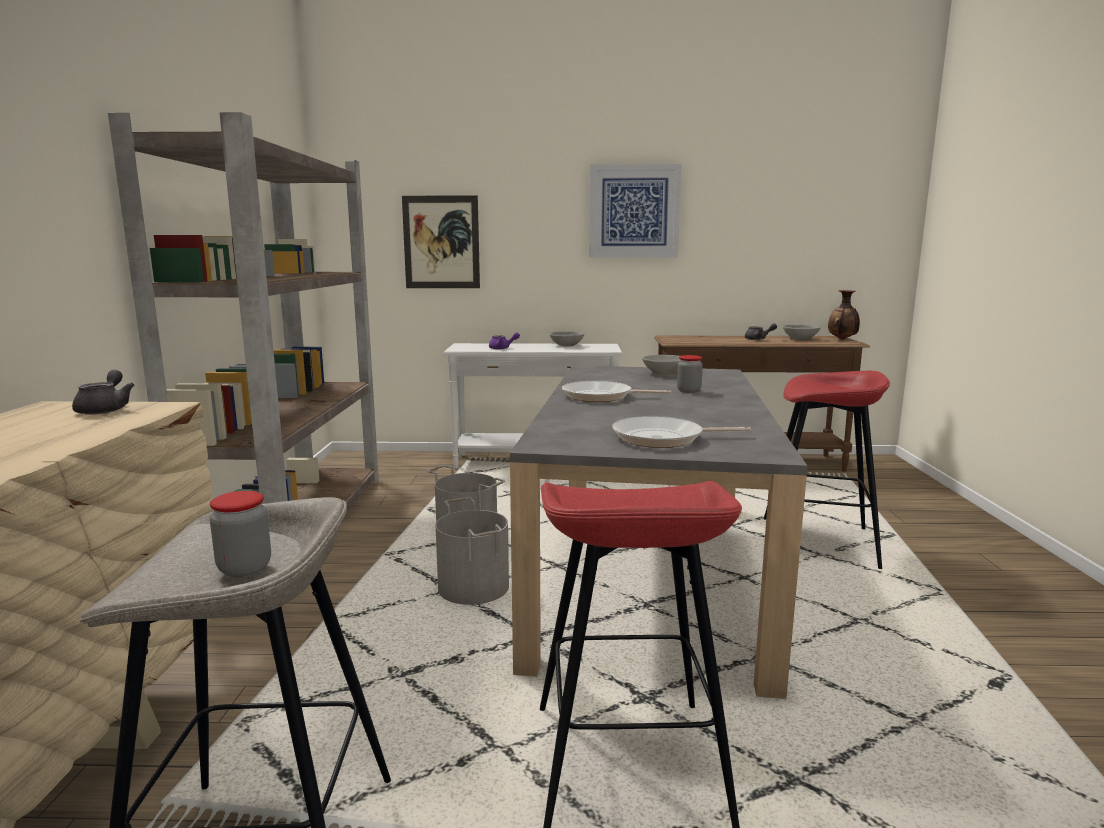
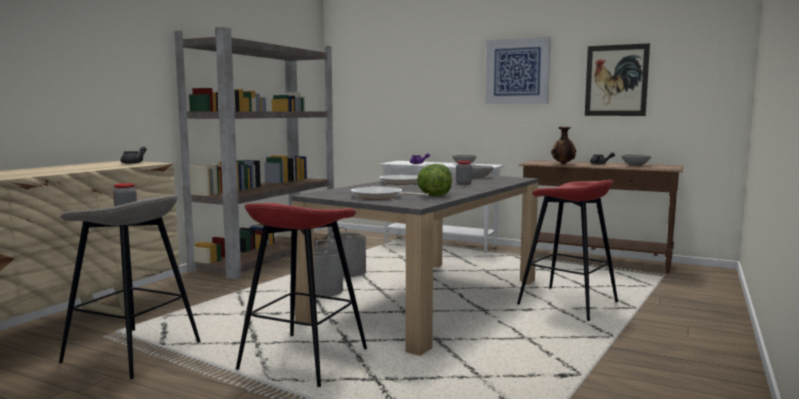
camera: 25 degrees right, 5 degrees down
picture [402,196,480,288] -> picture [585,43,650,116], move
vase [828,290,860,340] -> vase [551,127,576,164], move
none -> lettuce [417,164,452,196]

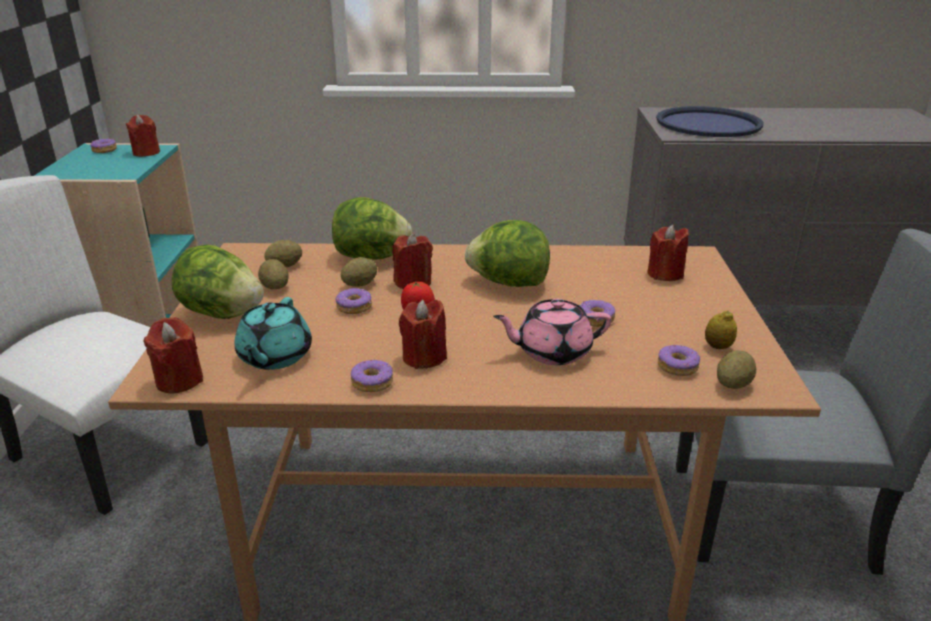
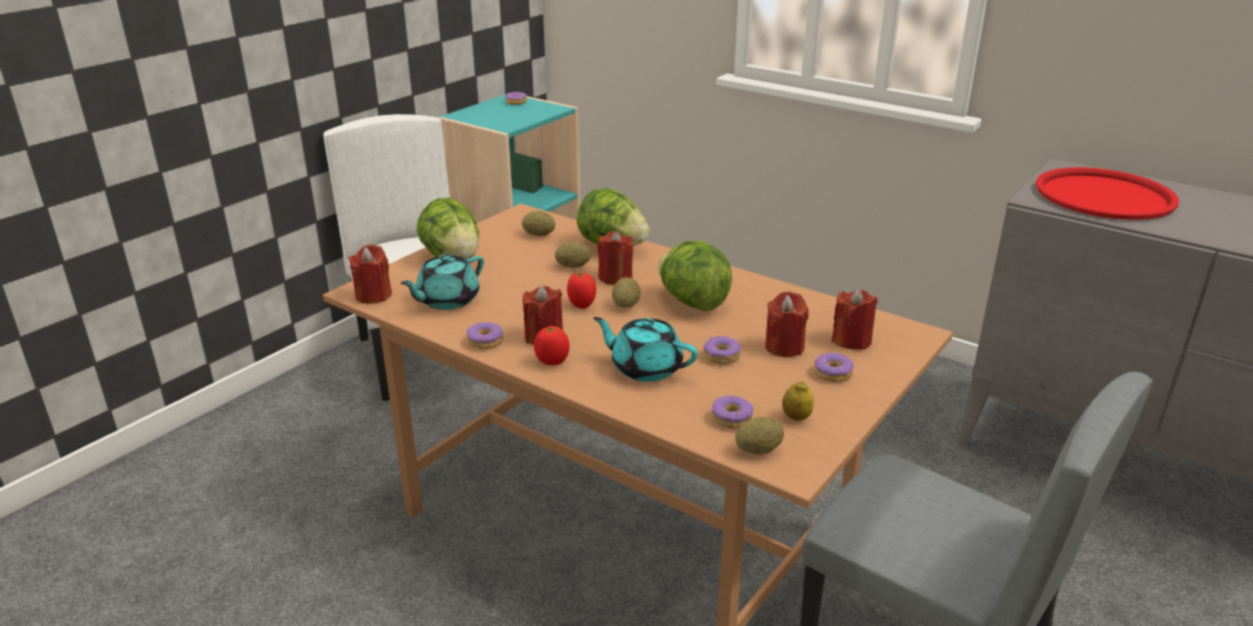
camera: 35 degrees right, 0 degrees up
tray/blue [656,106,764,137] -> tray/red [1036,167,1179,220]
candle/red [126,115,160,157] -> candle/red [765,291,809,357], move
potato [258,259,288,289] -> potato [612,277,641,308], move
donut [336,288,372,314] -> donut [814,353,854,382], move
teapot/pink [493,299,611,365] -> teapot/turquoise [593,317,698,382]
none -> tomato [534,326,570,365]

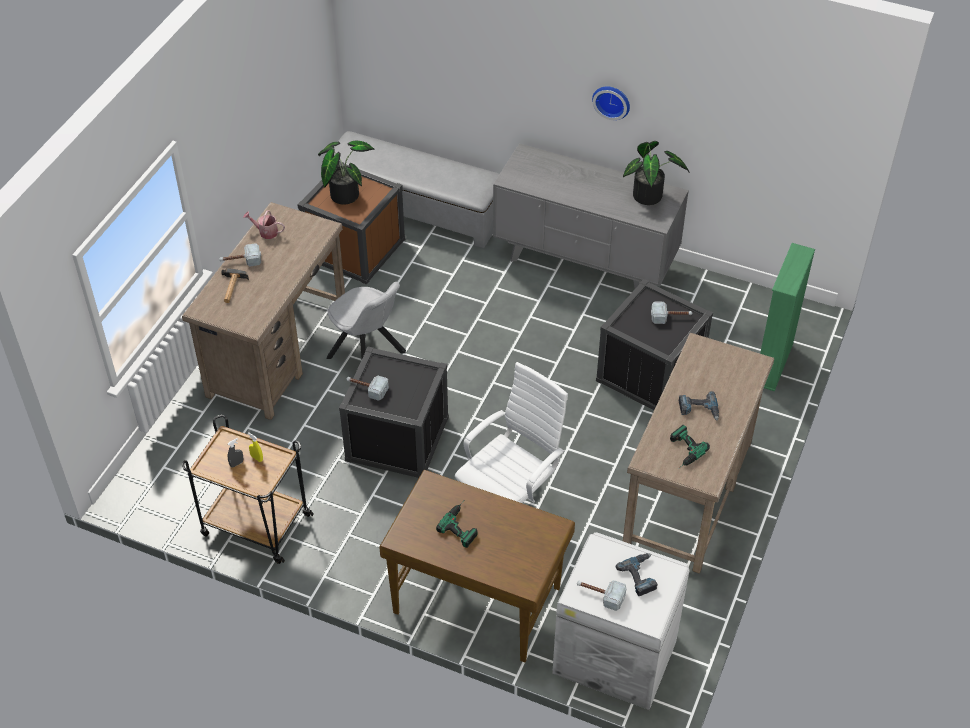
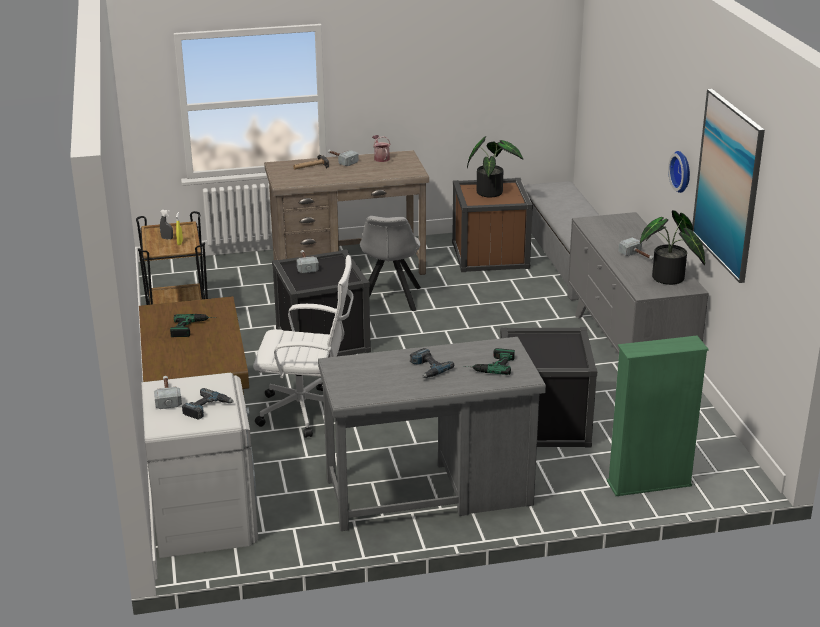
camera: 55 degrees right, 20 degrees down
hammer [651,302,692,324] -> hammer [618,237,654,260], move
desk/brown [623,333,774,573] -> desk/grey [318,337,546,531]
power drill [670,425,710,469] -> power drill [464,348,515,375], move
none -> picture [692,89,765,283]

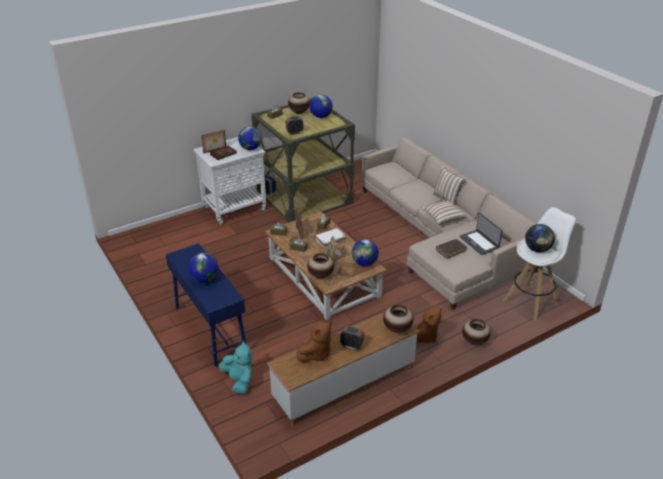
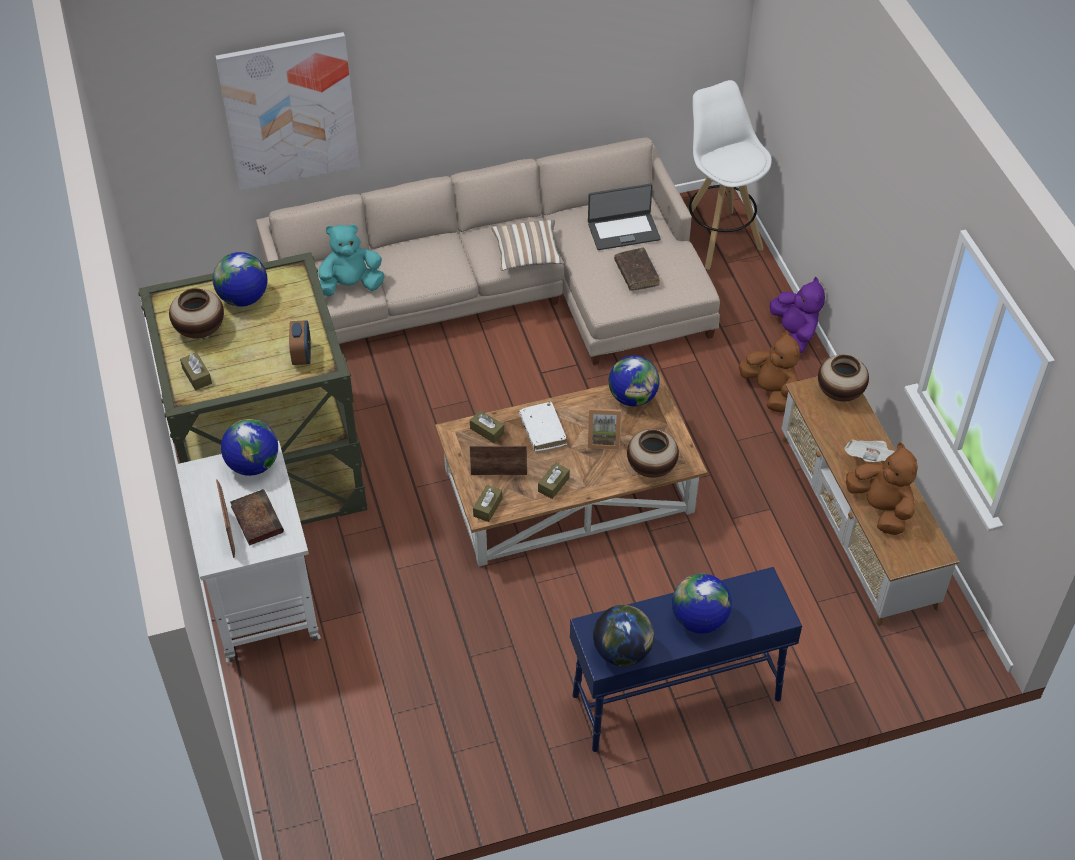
camera: 75 degrees left, 15 degrees up
pillow [433,166,466,206] -> none
globe [525,224,555,252] -> globe [593,605,654,666], move
vase [462,319,491,345] -> plush toy/purple [770,277,825,353]
alarm clock [340,326,364,350] -> newspaper [844,440,895,462]
plush toy/turquoise [219,341,252,394] -> plush toy/turquoise [318,224,385,296], move
none -> picture [216,32,359,191]

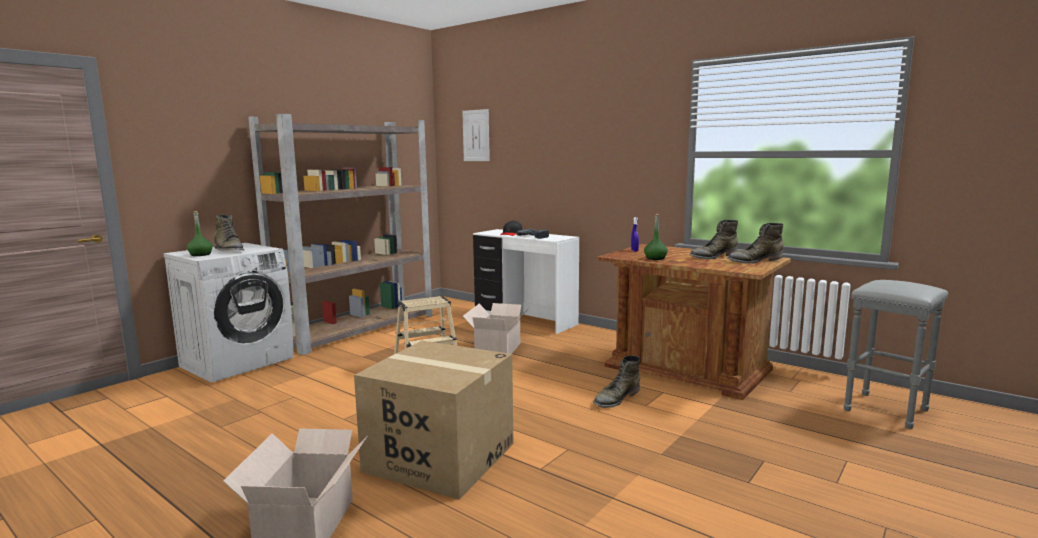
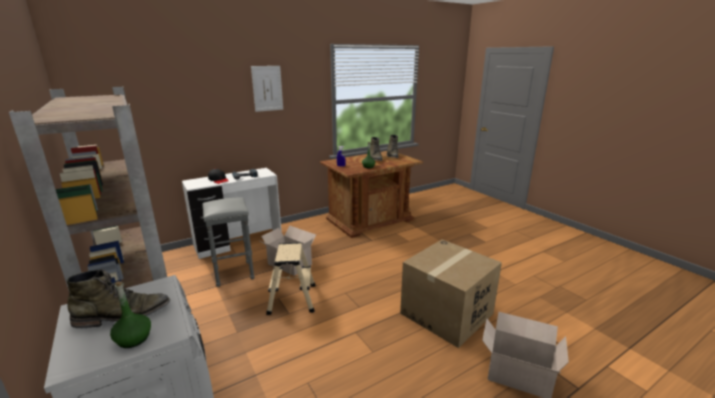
camera: 70 degrees left, 10 degrees up
picture [462,109,490,161] -> picture [251,66,283,112], move
stool/grey [844,280,948,429] -> stool/grey [202,197,255,287], move
boot/green [593,355,640,408] -> none

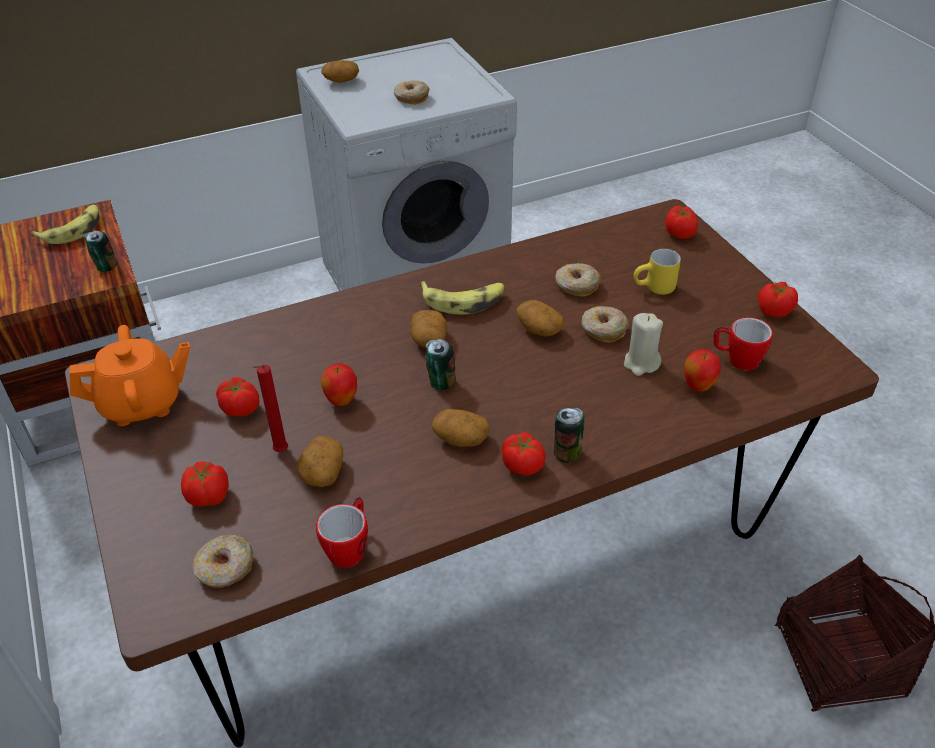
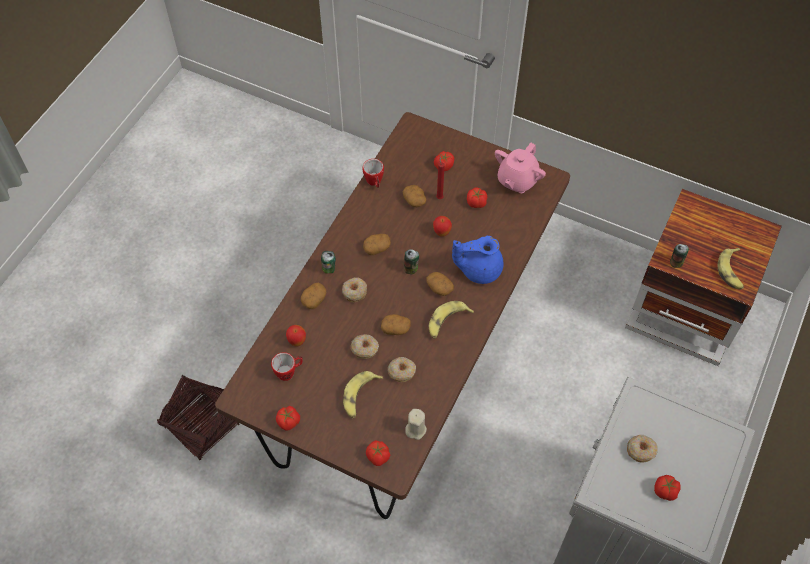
camera: 140 degrees right, 15 degrees up
potato [321,60,359,83] -> potato [301,283,327,309], move
mug/yellow [634,249,681,295] -> banana [343,371,383,418]
candle/beige [624,313,663,376] -> candle/beige [405,409,427,440], move
teapot/orange [70,325,190,426] -> teapot/pink [495,142,546,193]
tomato [501,432,546,475] -> tomato [654,475,681,501], move
donut [193,535,254,588] -> donut [342,278,367,302], move
none -> teapot/blue [452,236,504,284]

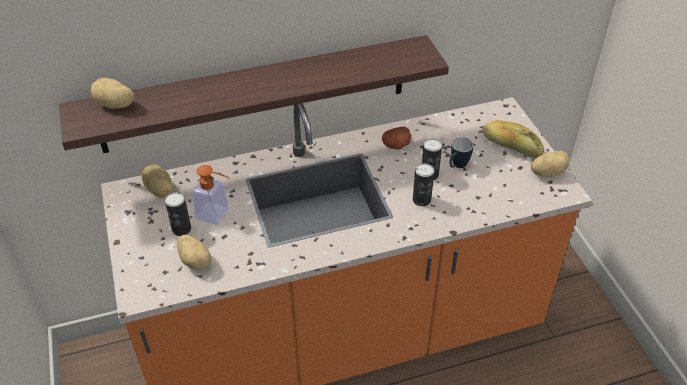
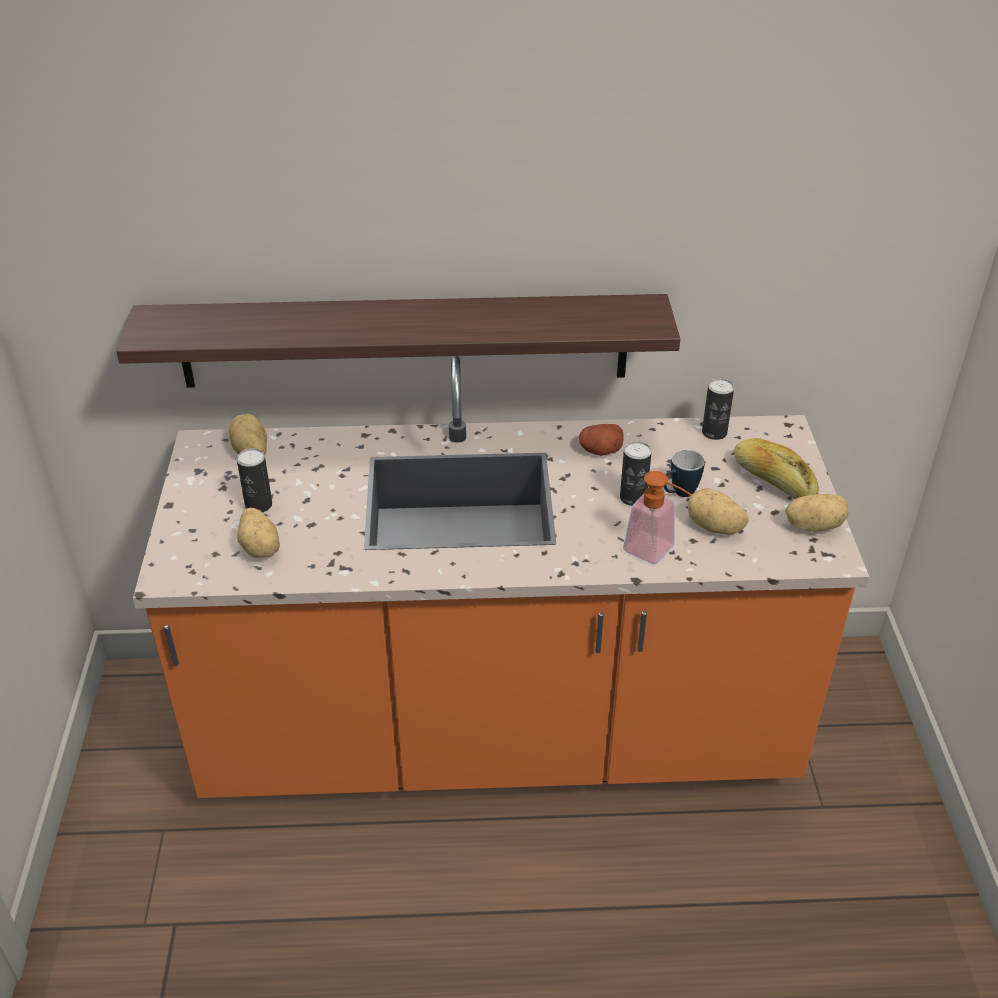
camera: 15 degrees right, 5 degrees down
potato [91,78,135,109] -> potato [688,488,749,535], move
can [413,163,434,206] -> can [702,378,734,440], move
soap dispenser [193,165,229,225] -> soap dispenser [623,471,693,564], move

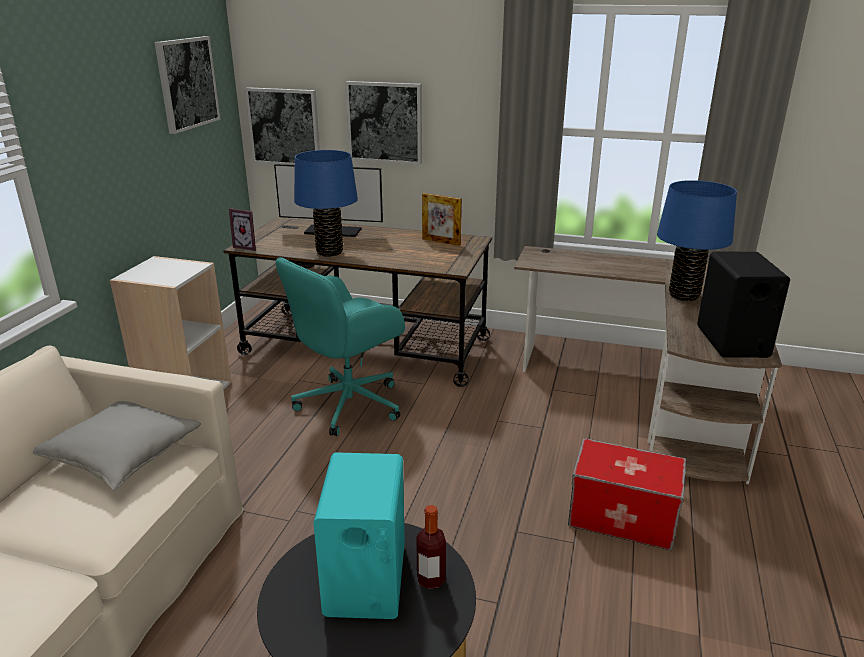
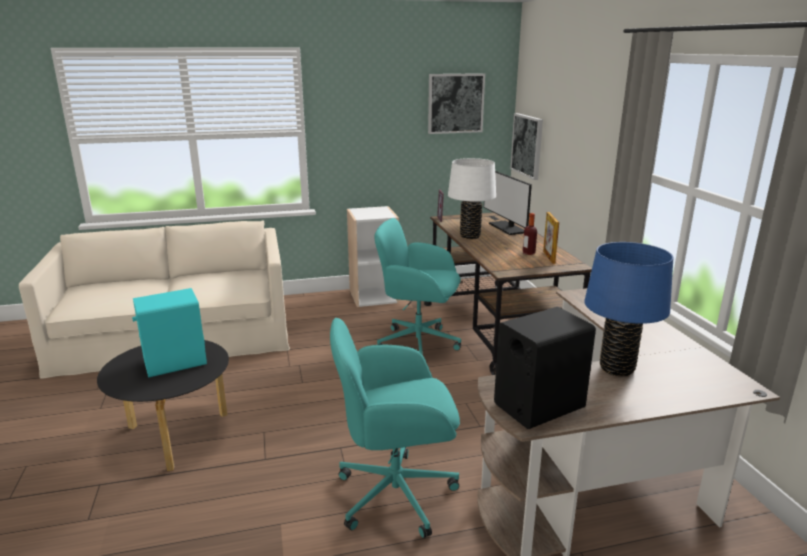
camera: 60 degrees right, 5 degrees down
picture [345,81,422,165] -> none
table lamp/blue [294,150,358,257] -> table lamp/white [448,158,496,239]
pillow/grey [33,401,201,491] -> none
storage box [568,438,686,550] -> office chair/turquoise [330,318,460,538]
bottle [416,505,446,589] -> bottle [523,213,537,255], move

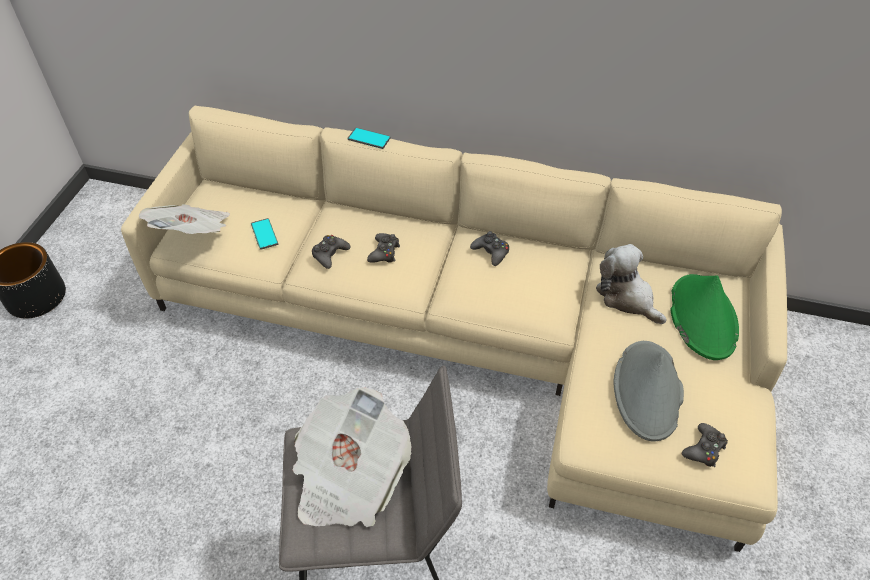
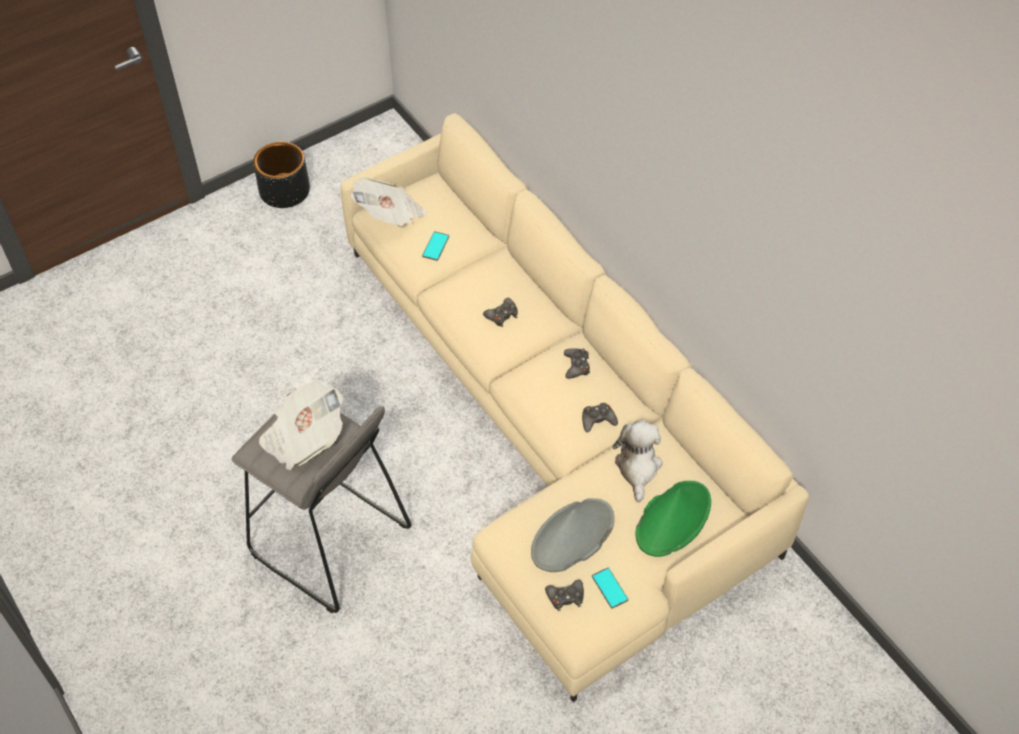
camera: 40 degrees right, 5 degrees up
phone [348,128,391,149] -> phone [592,568,628,609], move
game controller/black [312,235,351,269] -> game controller/black [582,403,618,432], move

